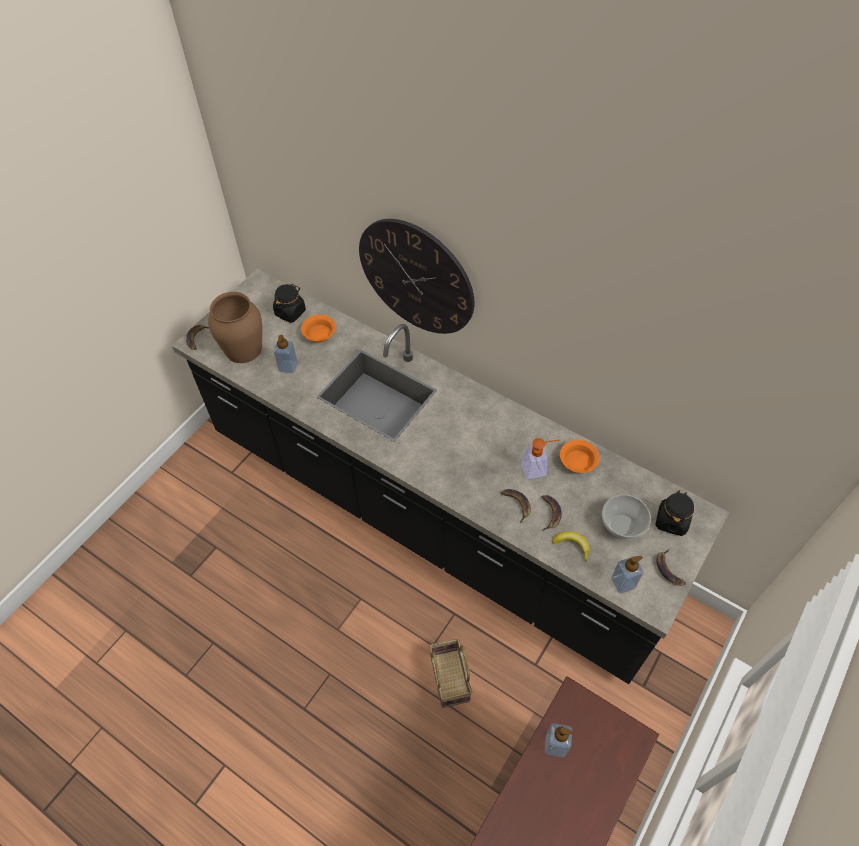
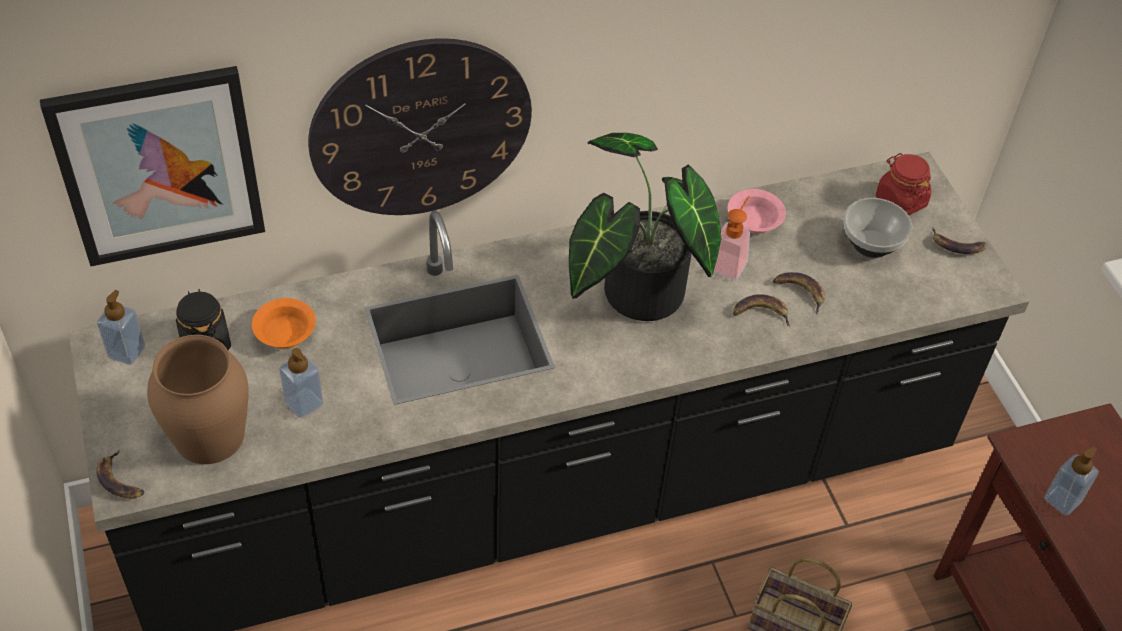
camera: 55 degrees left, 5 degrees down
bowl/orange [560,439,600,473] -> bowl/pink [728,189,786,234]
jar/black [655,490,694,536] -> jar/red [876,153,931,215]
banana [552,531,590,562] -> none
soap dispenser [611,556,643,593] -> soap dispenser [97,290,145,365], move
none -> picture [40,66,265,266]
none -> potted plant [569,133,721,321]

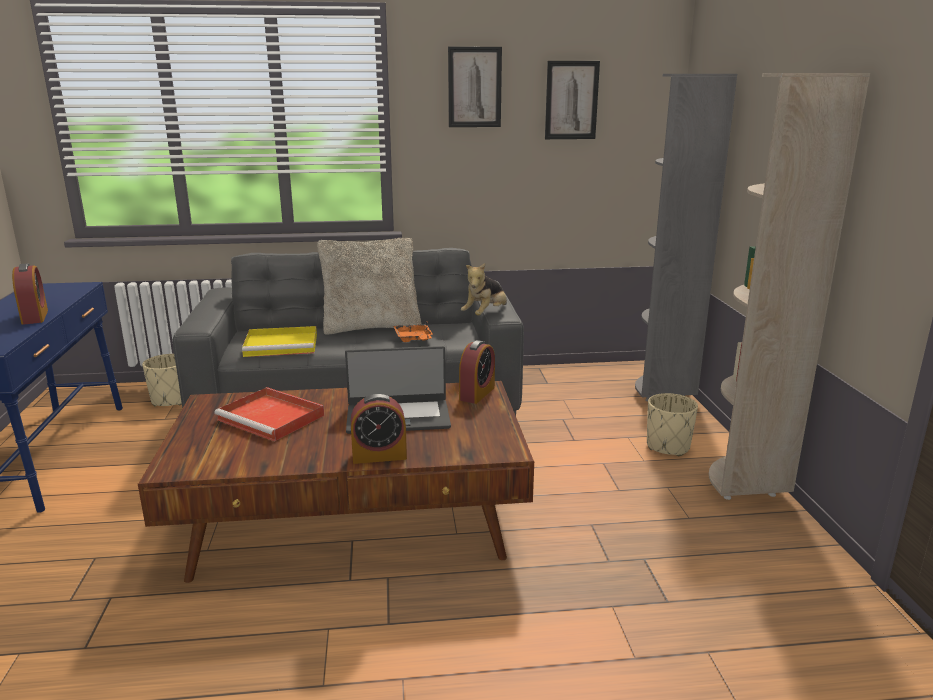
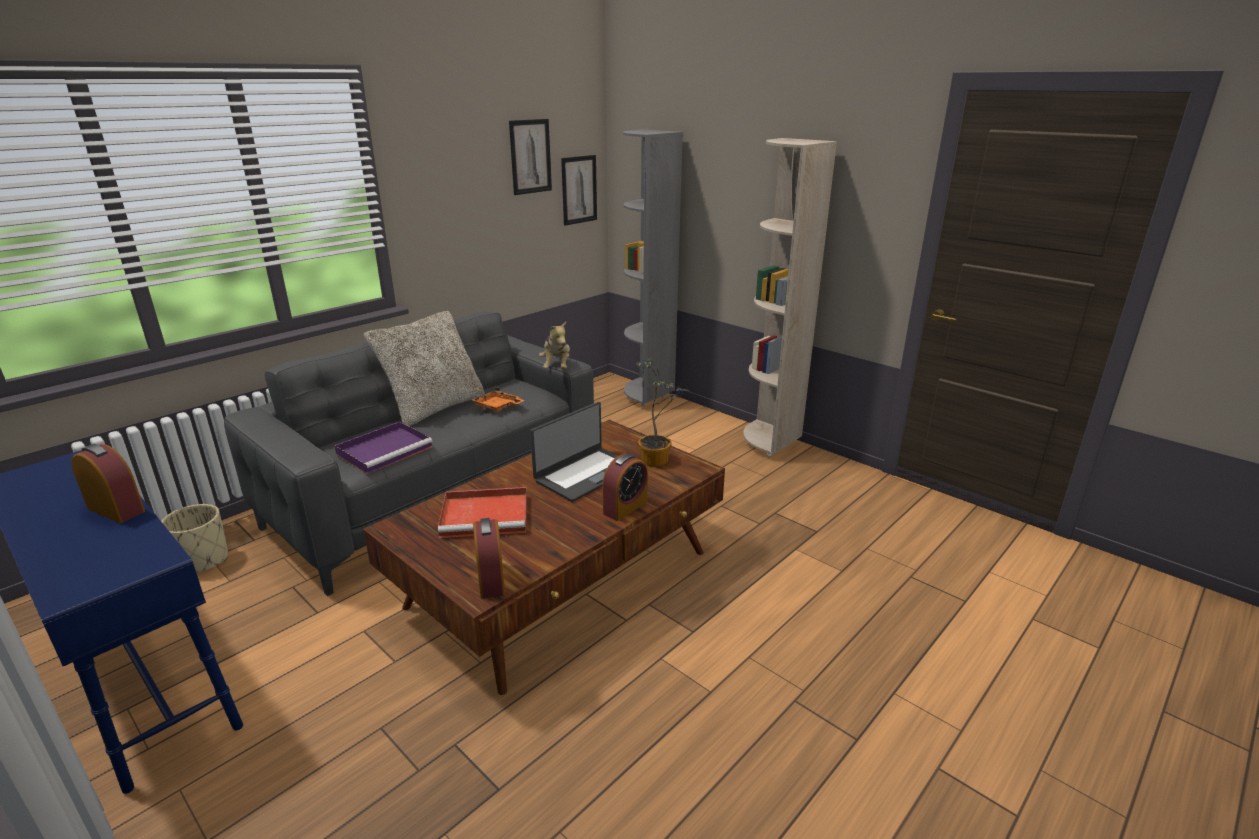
camera: 40 degrees left, 5 degrees up
picture [448,46,502,127] -> picture [561,155,597,226], move
tray/yellow [242,326,317,357] -> tray/purple [334,421,433,474]
alarm clock [459,340,495,404] -> alarm clock [473,518,505,599], move
planter/beige [647,393,698,456] -> none
none -> potted plant [636,358,689,467]

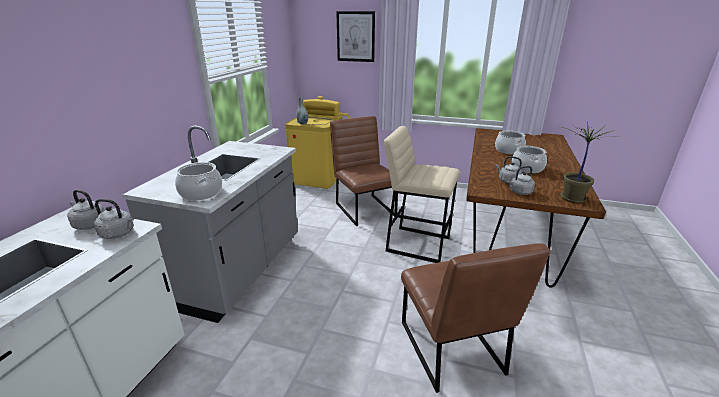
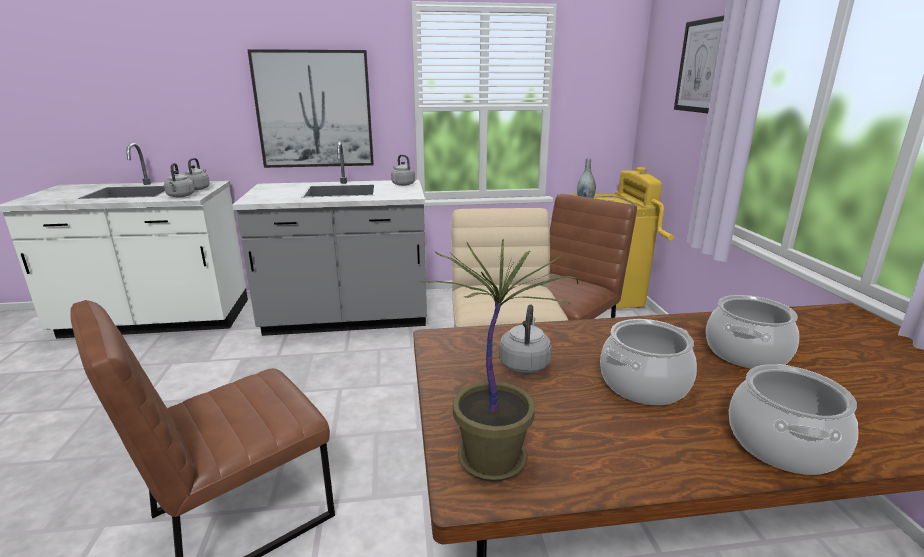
camera: 65 degrees right, 5 degrees down
cooking pot [175,162,222,201] -> cooking pot [729,364,858,475], move
kettle/grey [506,166,535,195] -> kettle/grey [391,155,415,186], move
none -> picture [247,49,374,168]

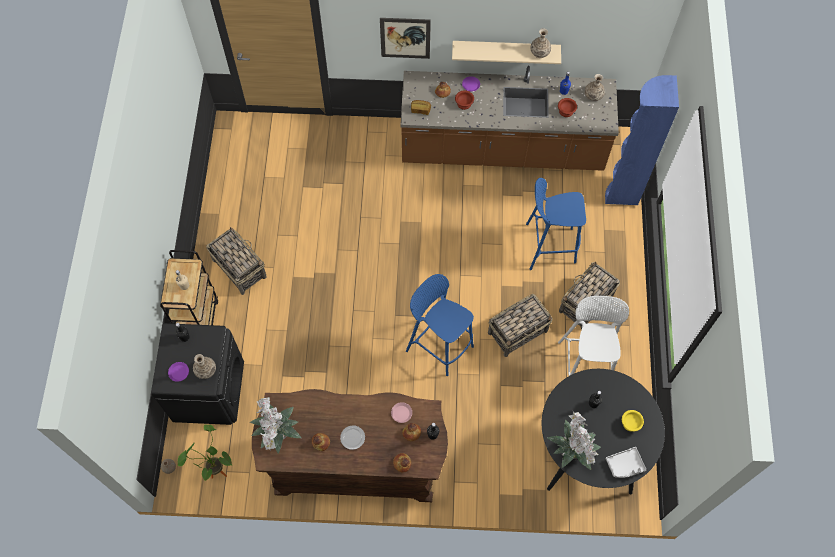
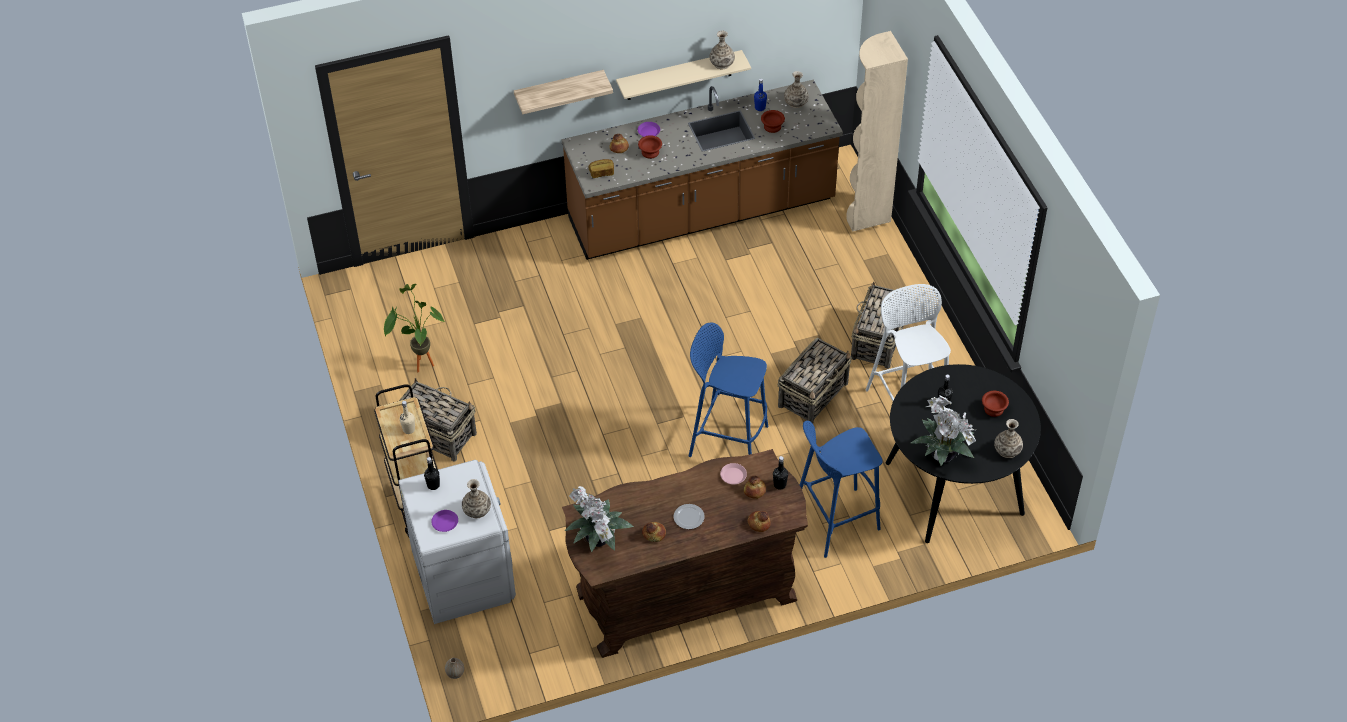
camera: 20 degrees left, 15 degrees down
picture [380,18,431,59] -> shelf [514,70,613,114]
bookcase/blue [605,75,679,205] -> bookcase/beige [846,31,908,232]
stool/blue [526,178,586,270] -> stool/blue [800,421,883,558], move
washing machine/black [151,323,244,425] -> washing machine/white [398,460,516,624]
bowl/yellow [622,410,644,431] -> bowl/brown [982,391,1009,417]
potted plant [178,424,232,482] -> potted plant [384,284,446,372], move
tray/grey [606,447,647,478] -> vase [994,419,1023,458]

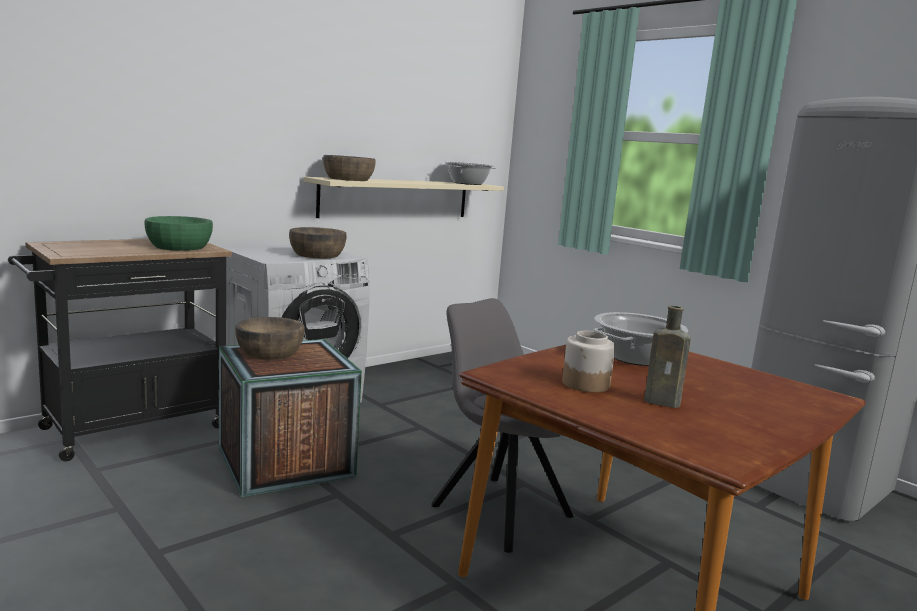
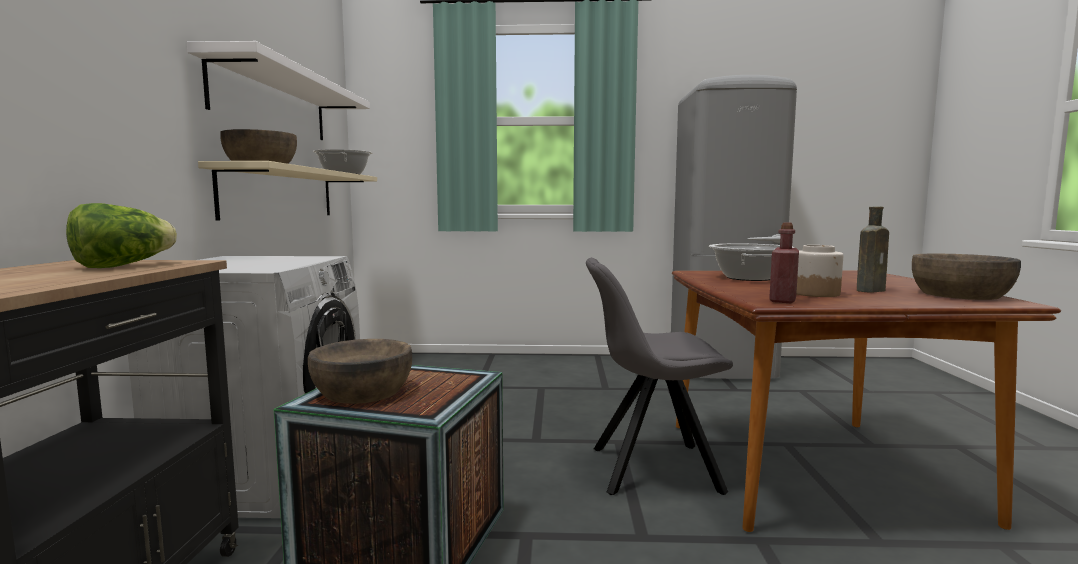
camera: 45 degrees left, 5 degrees down
bowl/green [145,216,213,251] -> lettuce [66,203,177,268]
bowl/brown [289,227,346,258] -> bowl/brown [912,254,1021,300], move
none -> shelf/white [187,41,370,140]
none -> bottle/red [769,223,799,303]

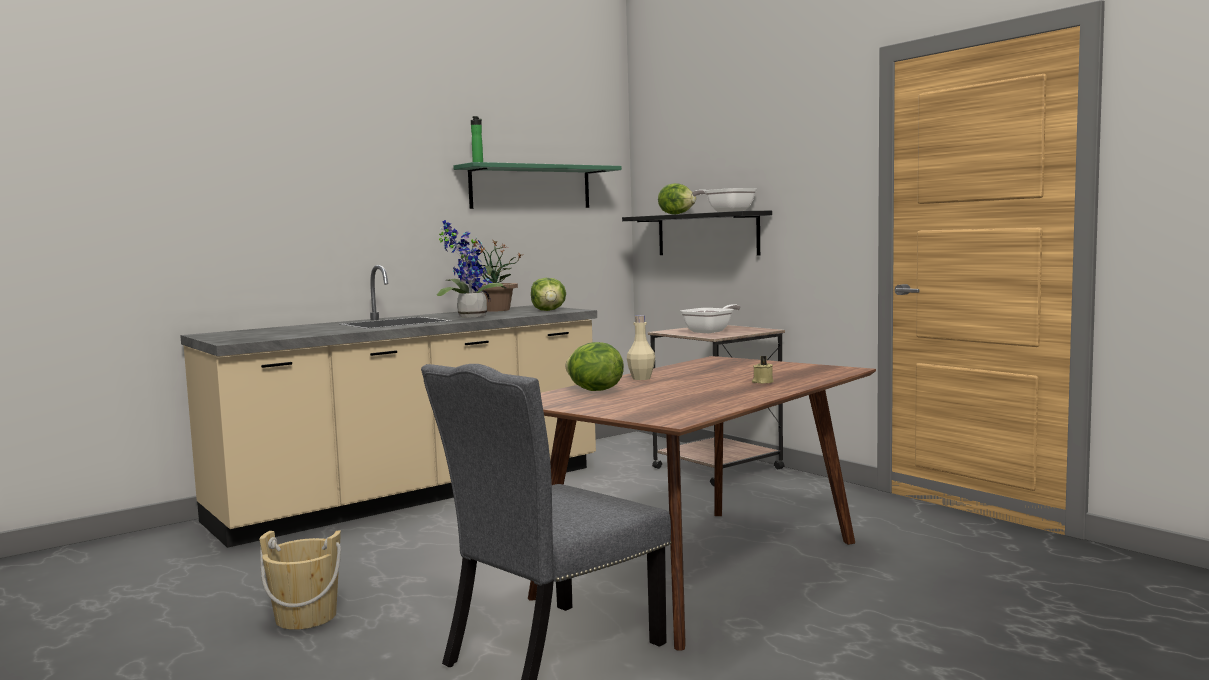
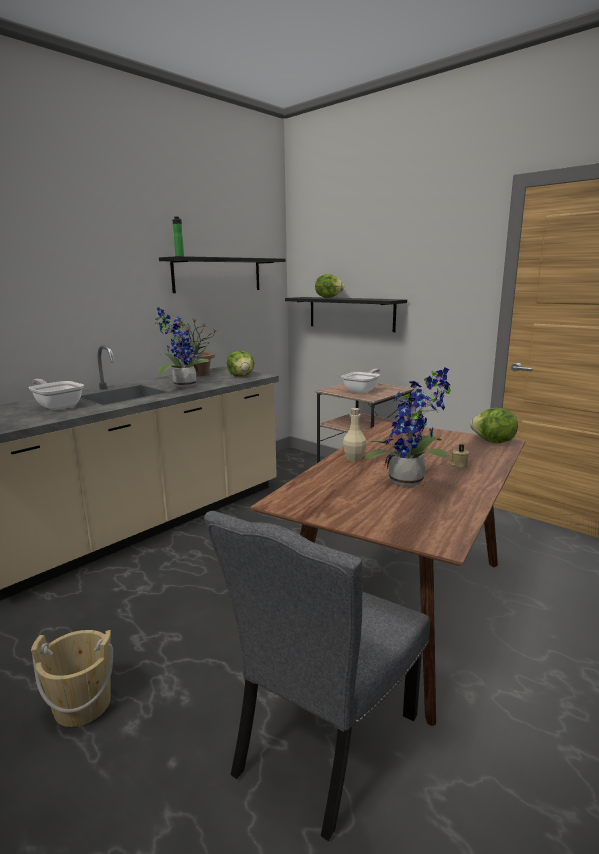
camera: 10 degrees left, 10 degrees up
shelf/green [453,162,622,209] -> shelf/black [159,256,286,293]
frying pan [692,188,757,212] -> frying pan [29,379,84,410], move
lettuce [565,342,624,391] -> lettuce [470,408,518,443], move
none -> potted plant [365,368,451,486]

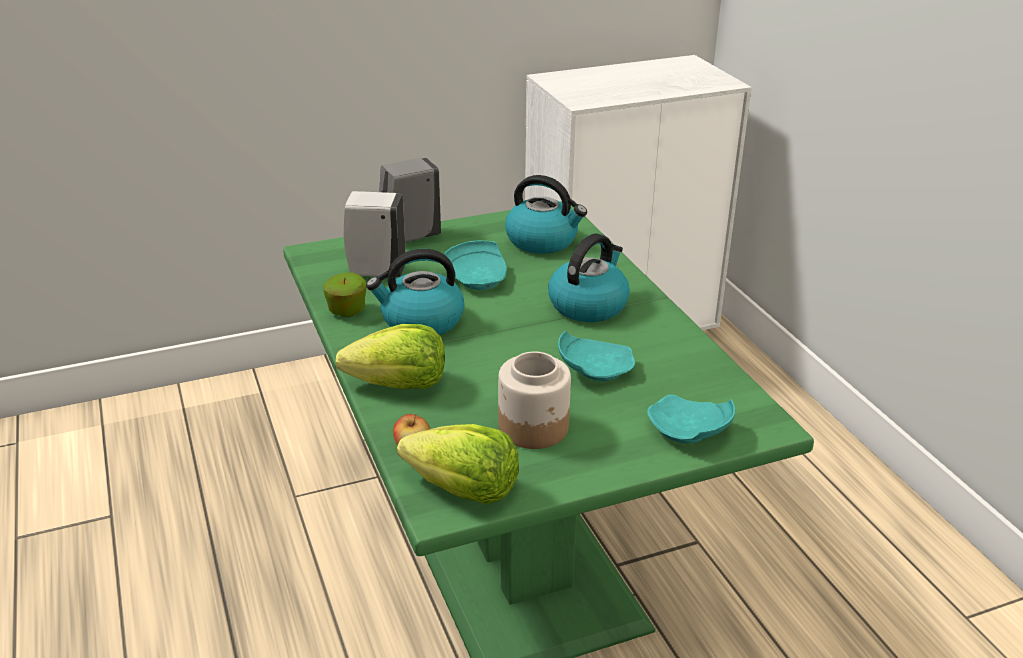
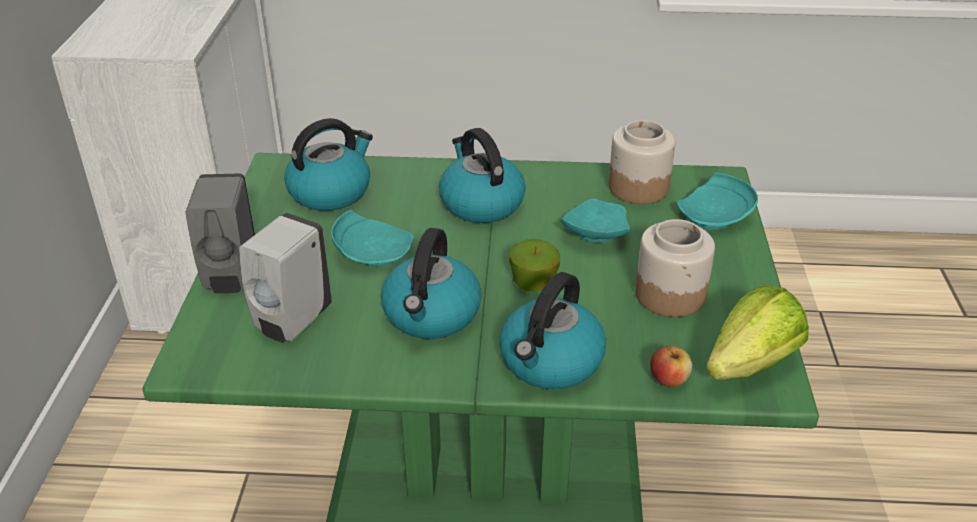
camera: 65 degrees left, 5 degrees up
apple [323,273,366,317] -> apple [510,239,560,292], move
lettuce [336,324,445,389] -> kettle [499,272,606,389]
none -> jar [609,120,675,204]

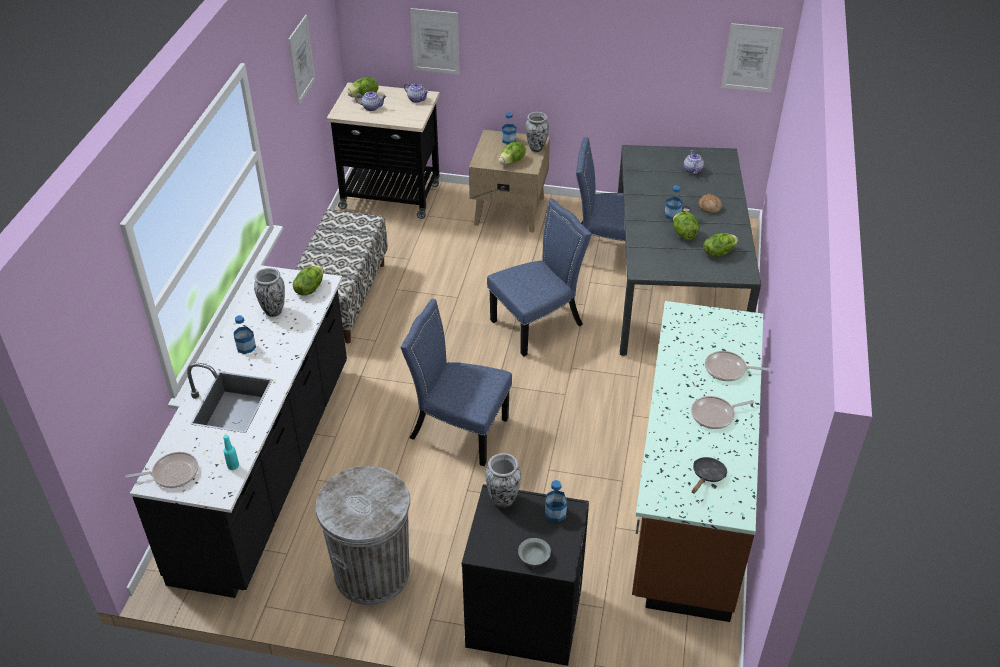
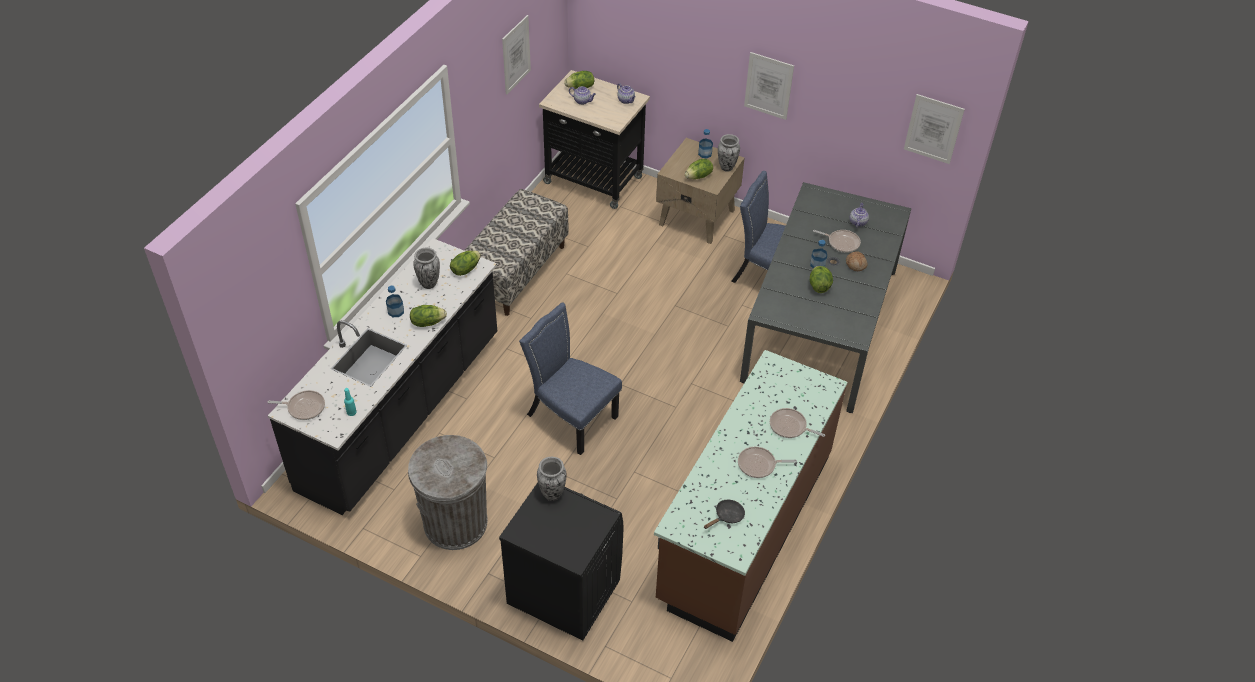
camera: 15 degrees right, 5 degrees up
picture [410,8,460,74] -> picture [744,52,794,120], move
chair/blue [487,199,592,356] -> none
lettuce [703,233,738,257] -> lettuce [410,305,447,327], move
bottle [545,480,567,522] -> none
bowl/grey [518,538,551,565] -> none
none -> frying pan [813,230,861,253]

